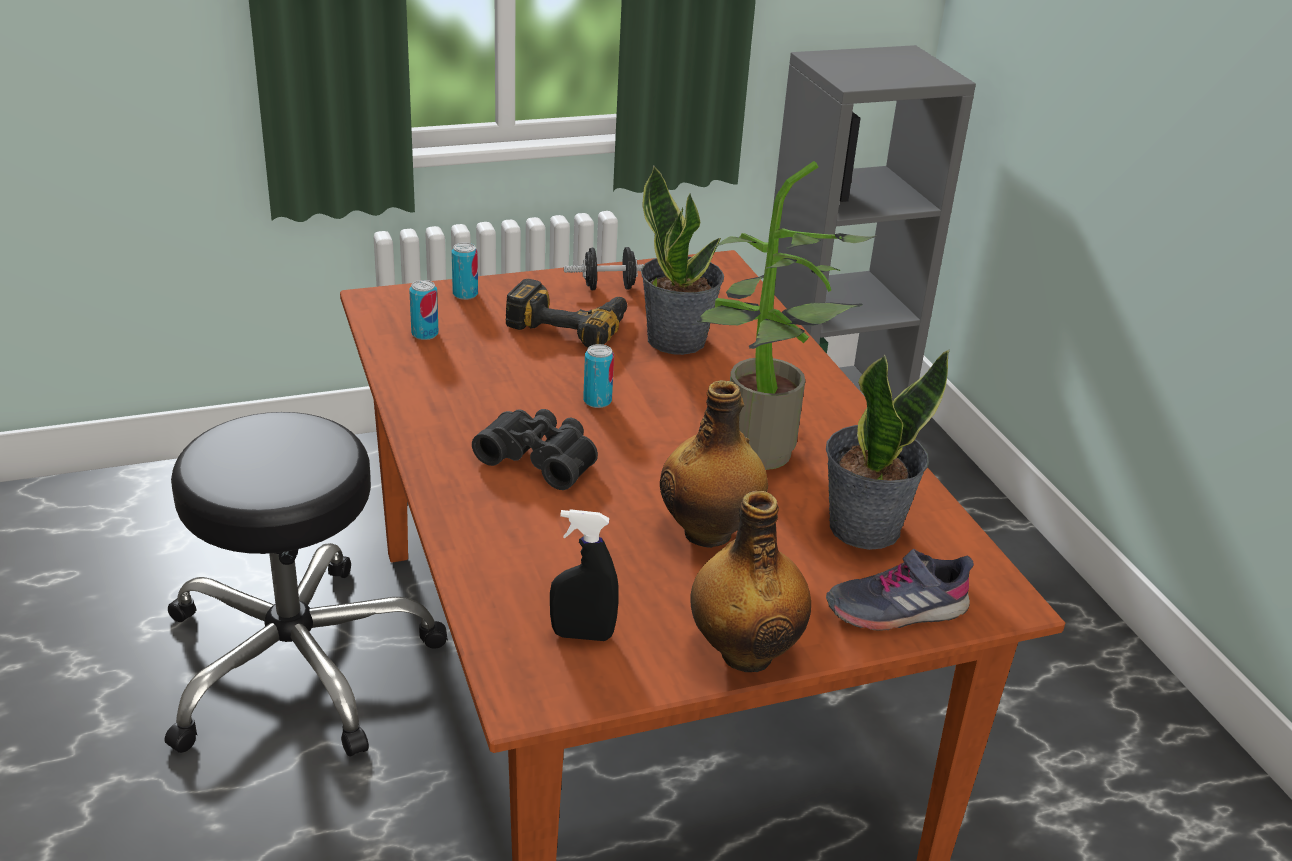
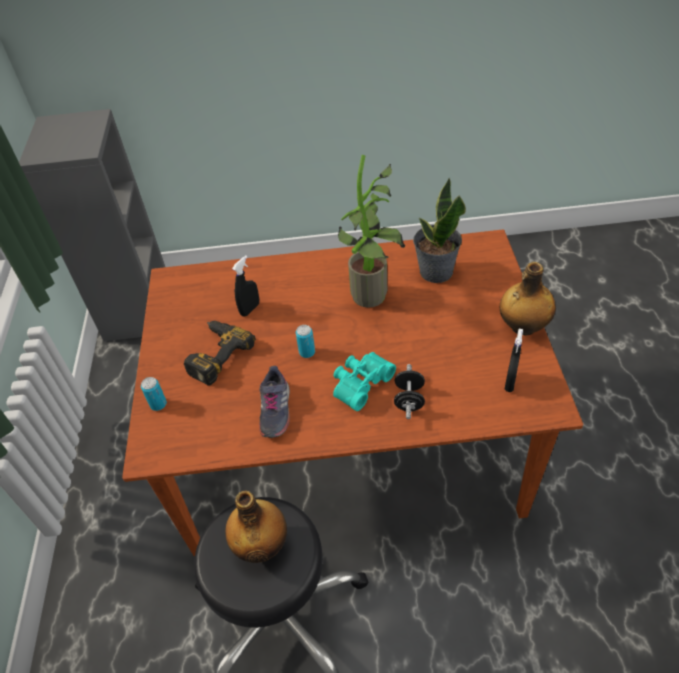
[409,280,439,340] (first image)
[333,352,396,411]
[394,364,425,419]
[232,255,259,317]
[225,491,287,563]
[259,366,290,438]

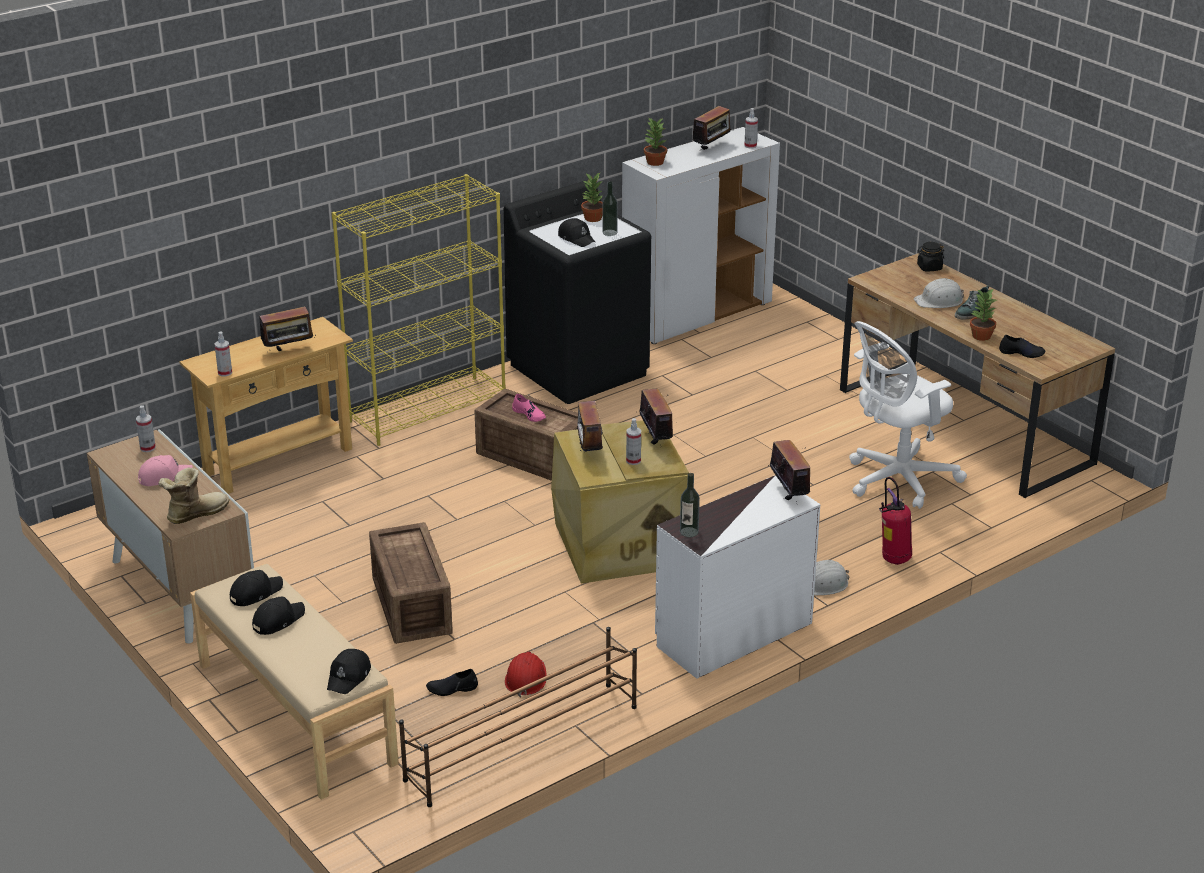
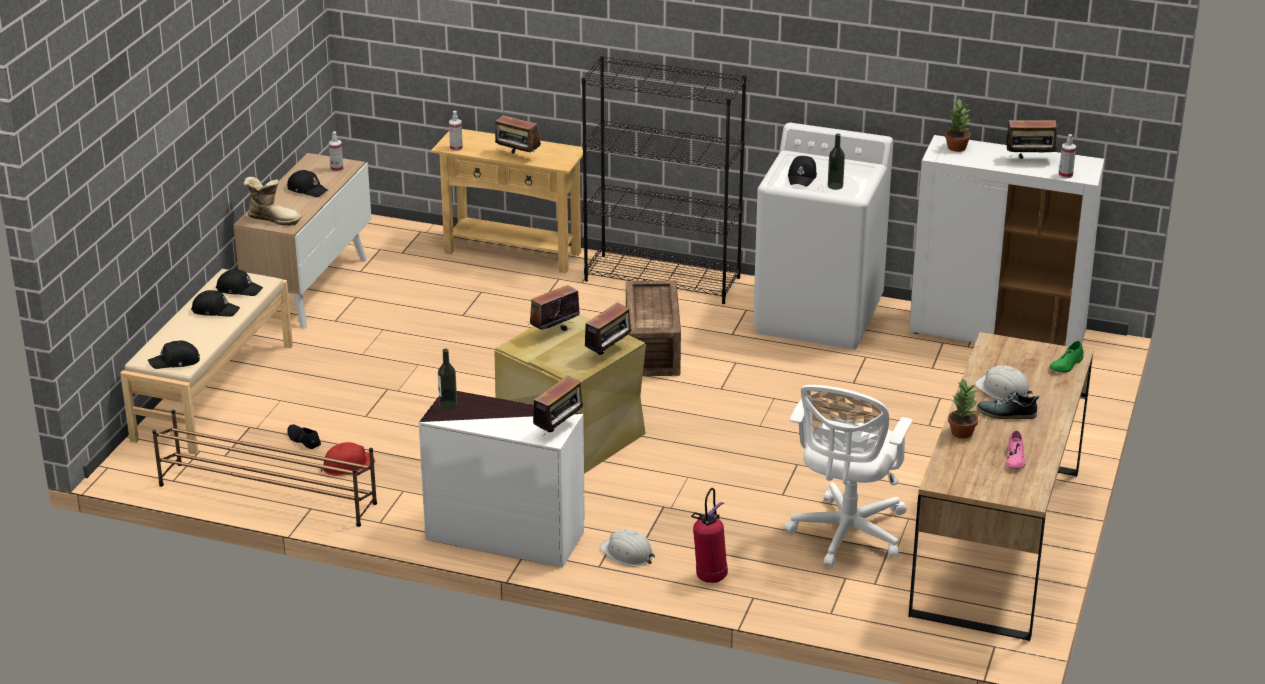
[287,170,328,197]
[582,56,746,304]
[369,522,453,644] (first image)
[753,123,893,350]
[1005,430,1026,469]
[581,173,603,222] (first image)
[626,418,641,465] (first image)
[784,385,913,567]
[1049,341,1084,372]
[999,335,1046,358] (first image)

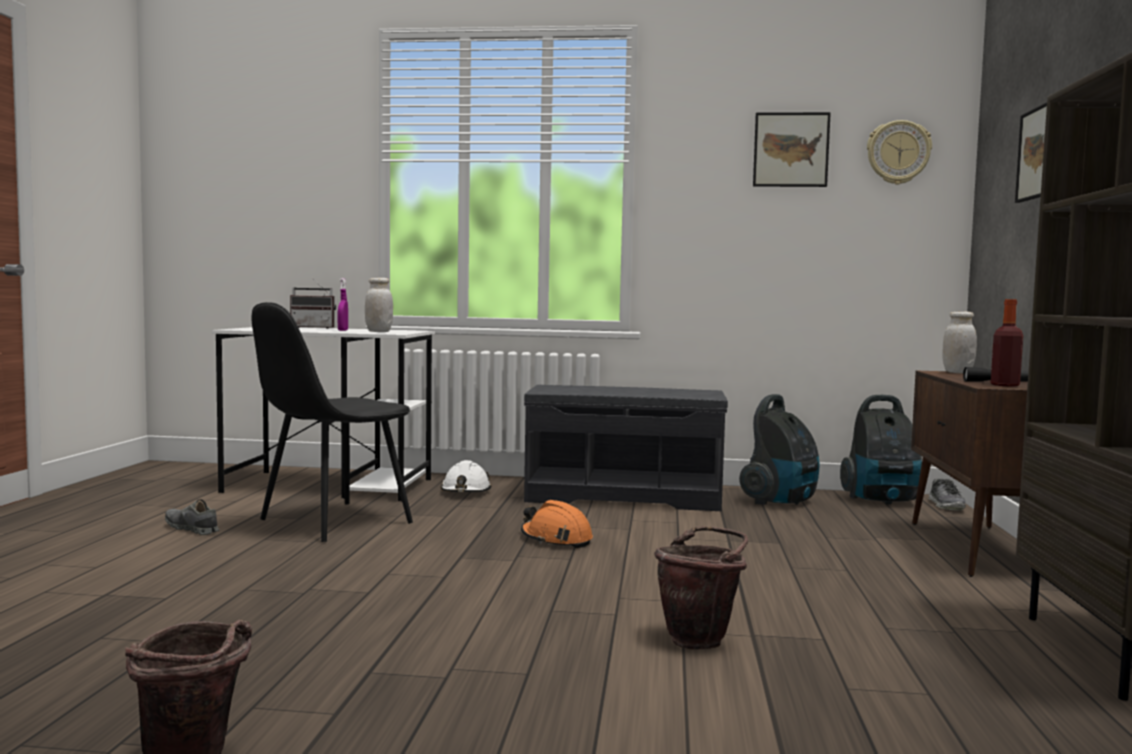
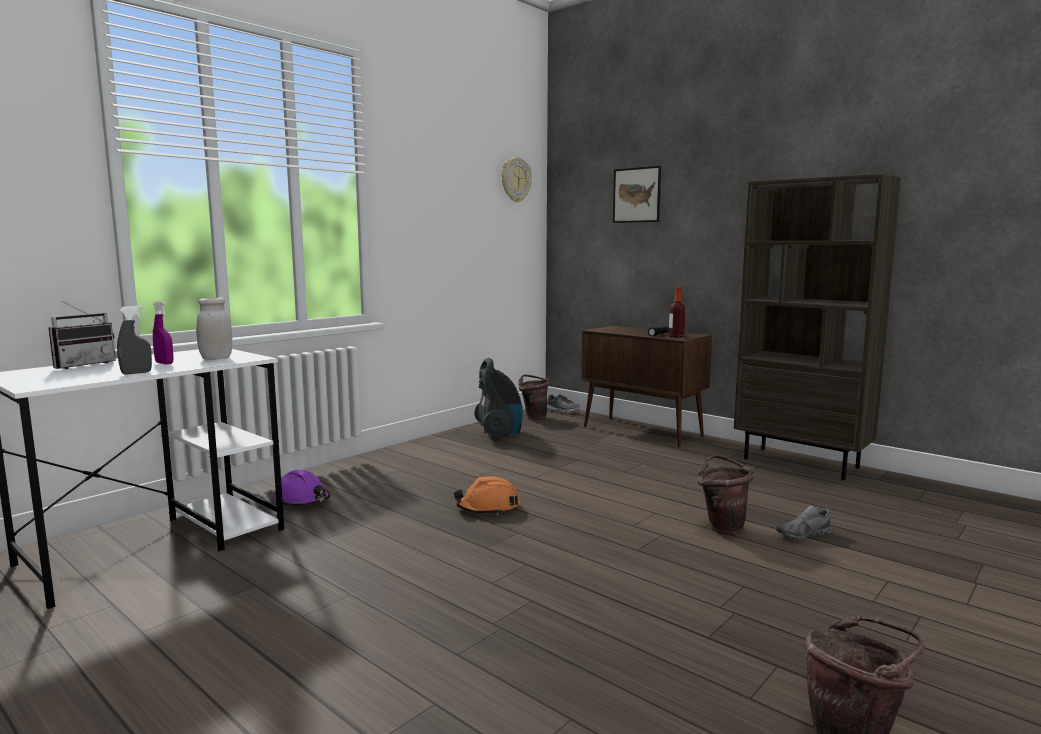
[776,505,832,540]
[251,302,413,542] (first image)
[274,470,330,506]
[524,385,728,511] (first image)
[753,112,831,187] (first image)
[519,375,550,419]
[942,312,977,373] (first image)
[117,306,152,375]

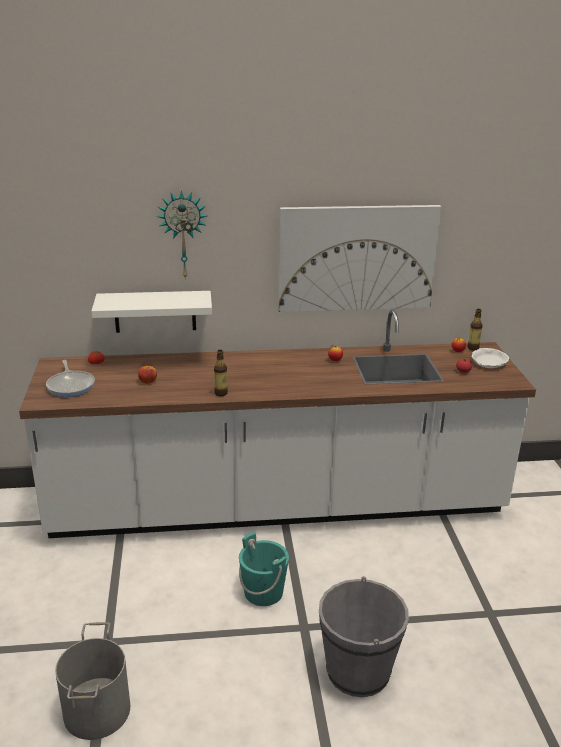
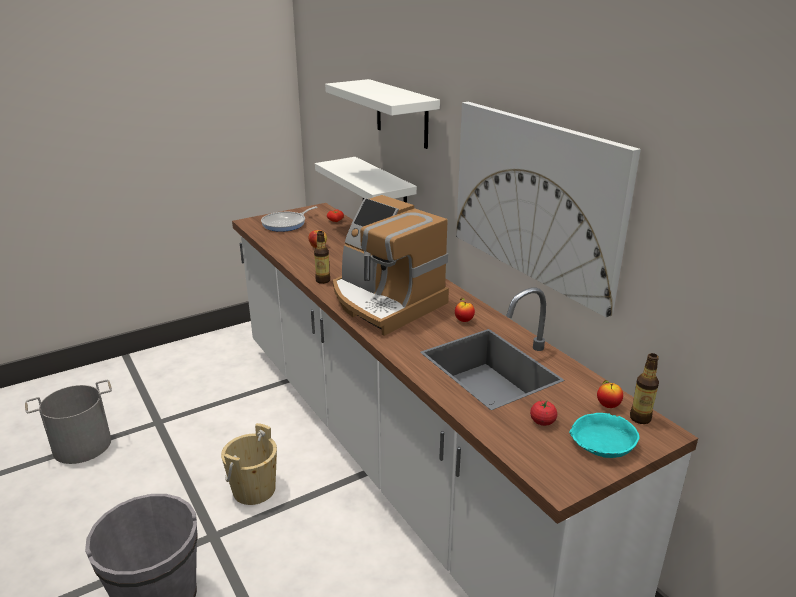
[325,79,440,149]
[221,423,277,505]
[569,413,639,458]
[333,195,449,336]

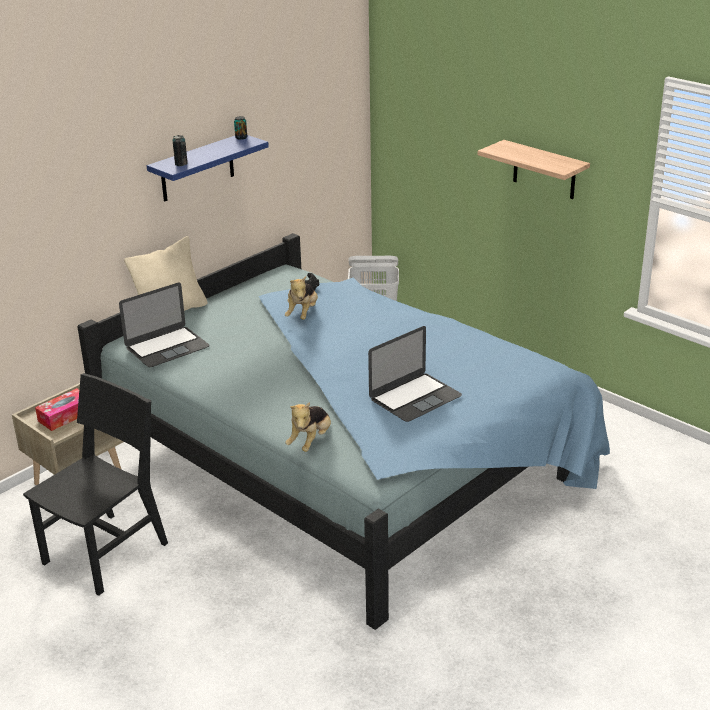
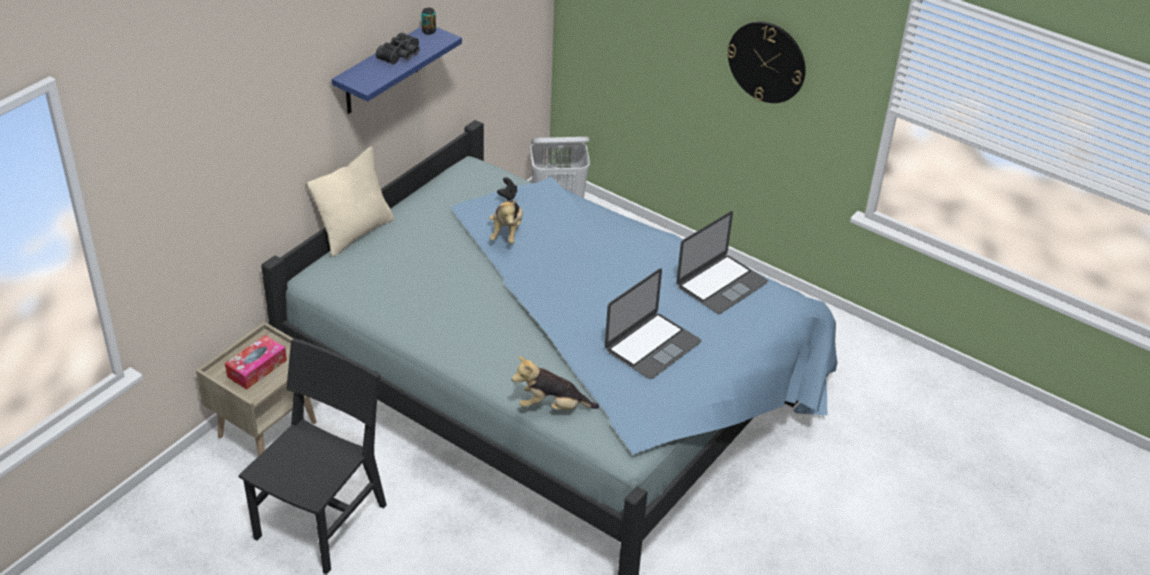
[676,211,768,314]
[172,135,188,166] (first image)
[512,356,599,410]
[727,21,806,103]
[376,32,419,65]

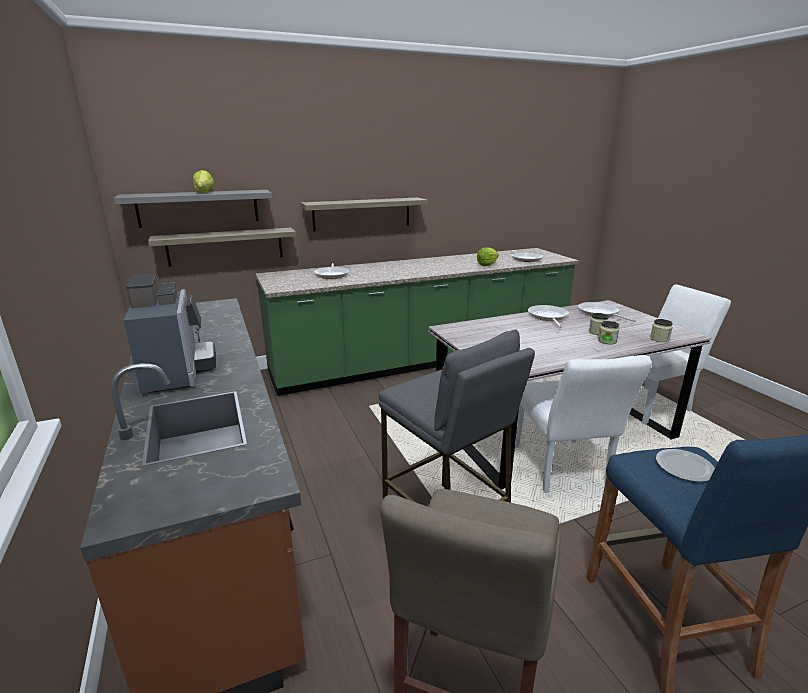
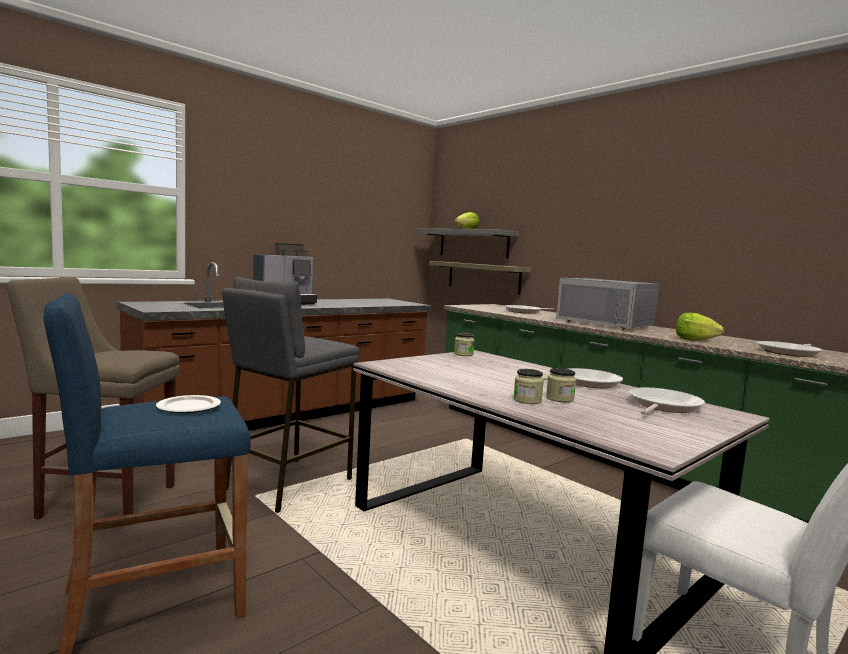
[301,197,428,231] (first image)
[515,355,652,493] (first image)
[454,333,474,356]
[556,278,659,330]

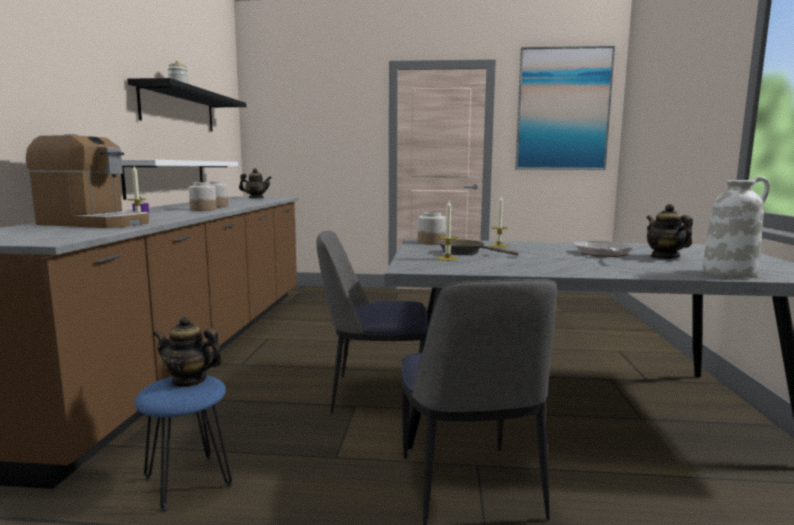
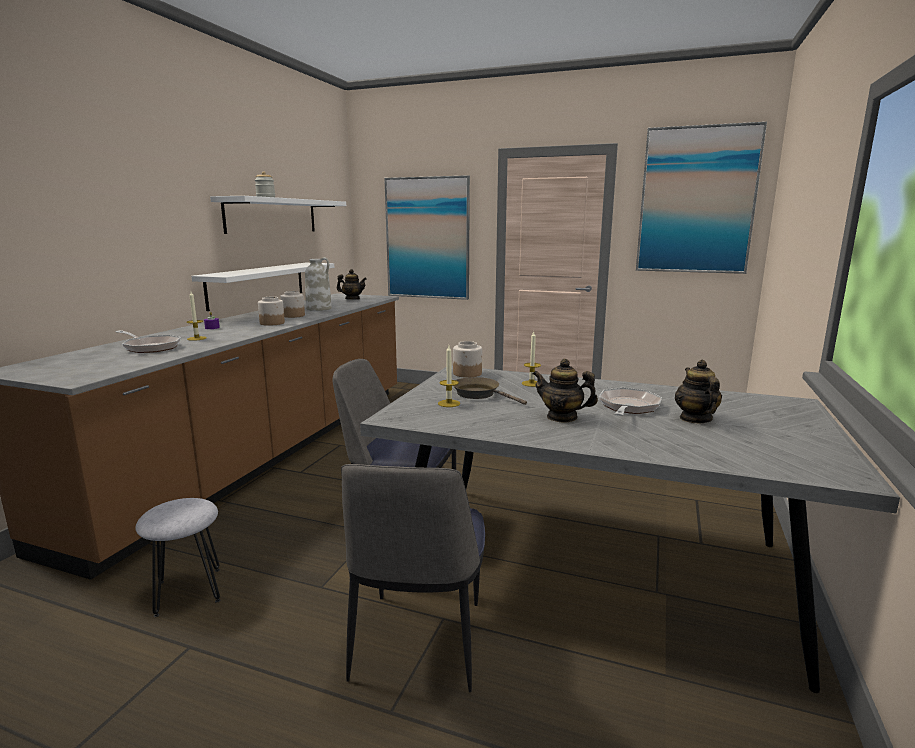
[116,330,181,353]
[210,196,346,234]
[135,498,221,617]
[533,359,598,423]
[305,257,332,311]
[384,175,470,300]

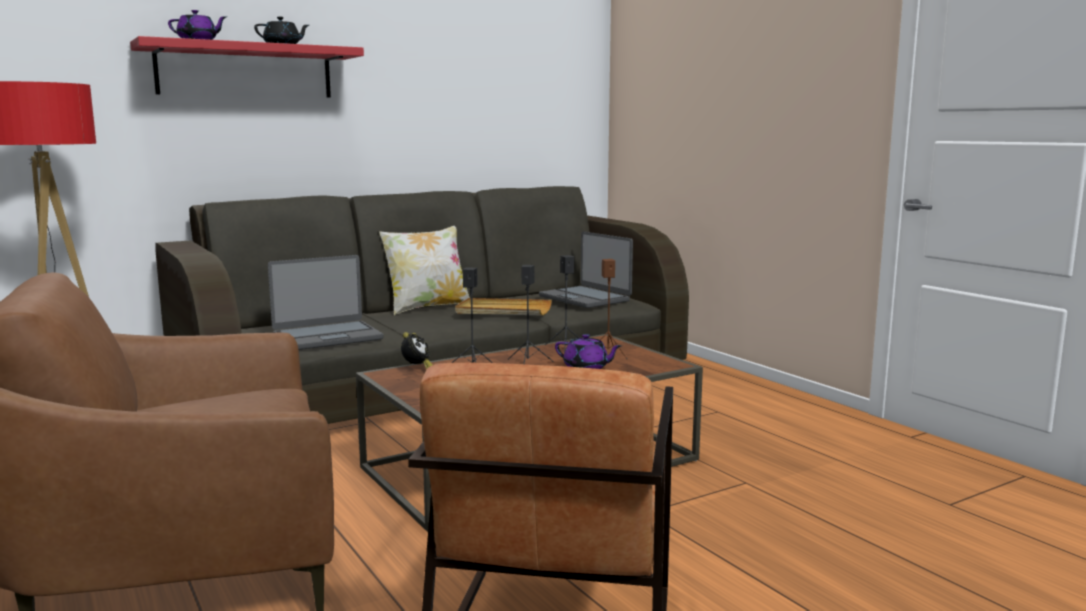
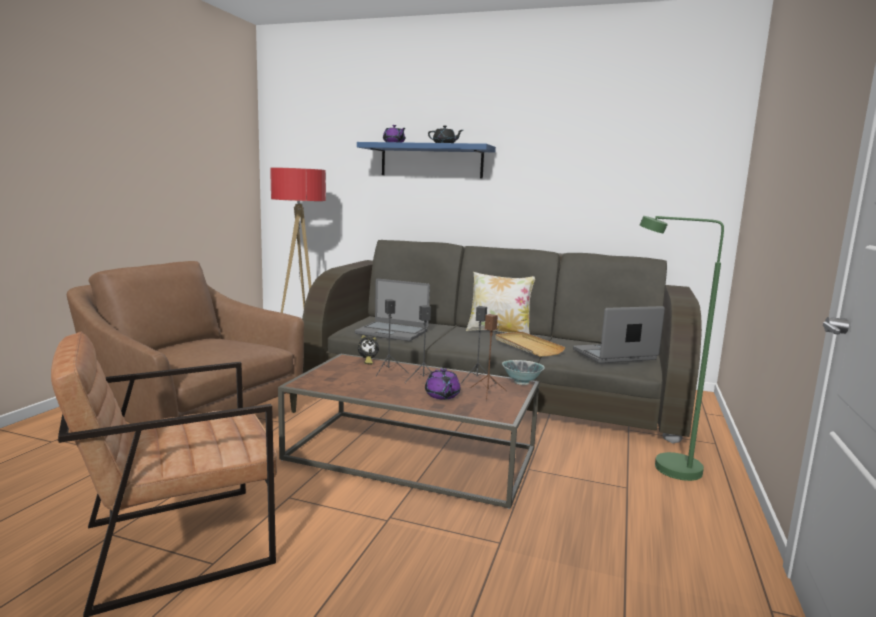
[357,142,496,178]
[573,306,665,363]
[502,360,545,385]
[640,216,724,481]

